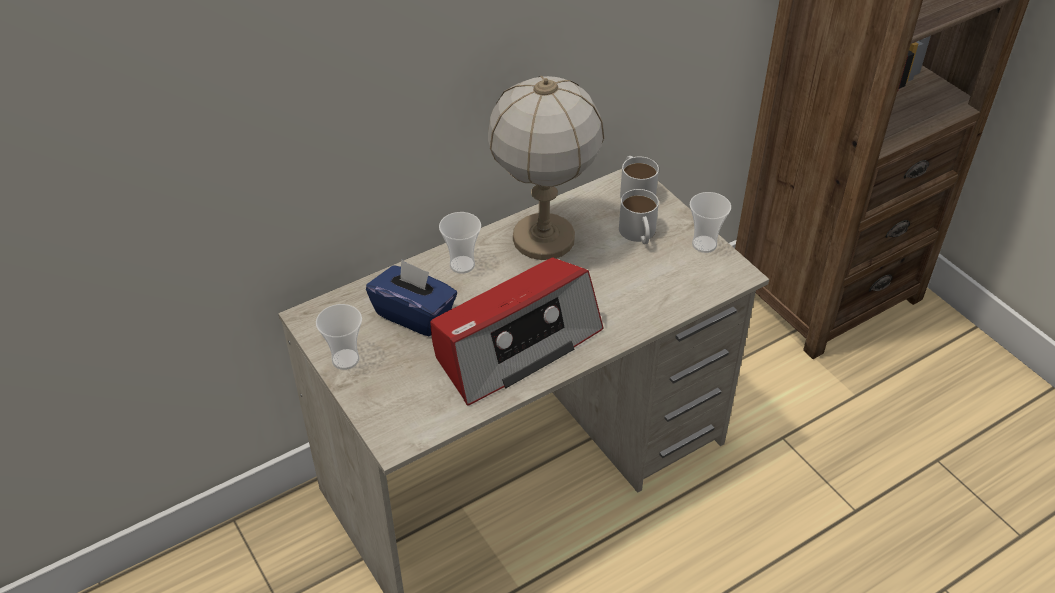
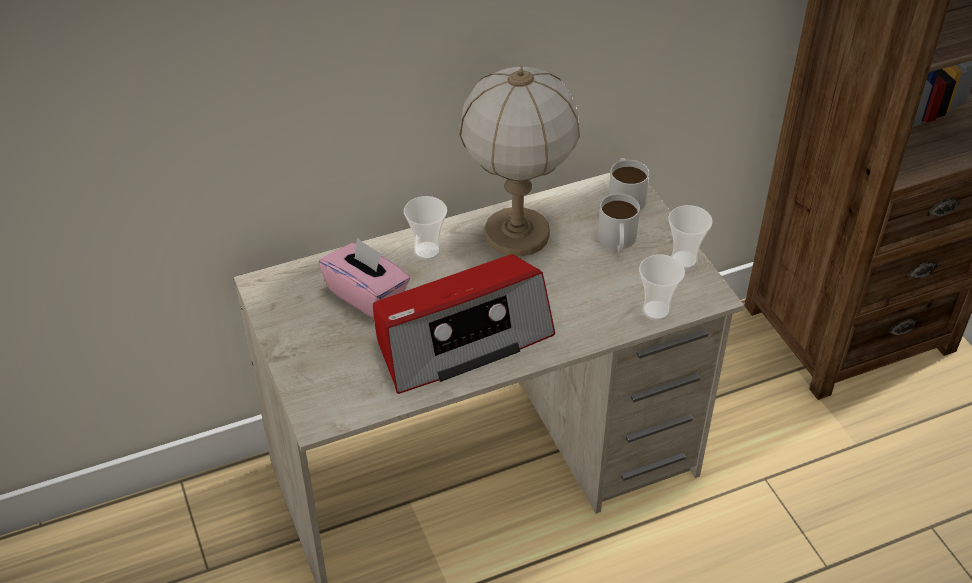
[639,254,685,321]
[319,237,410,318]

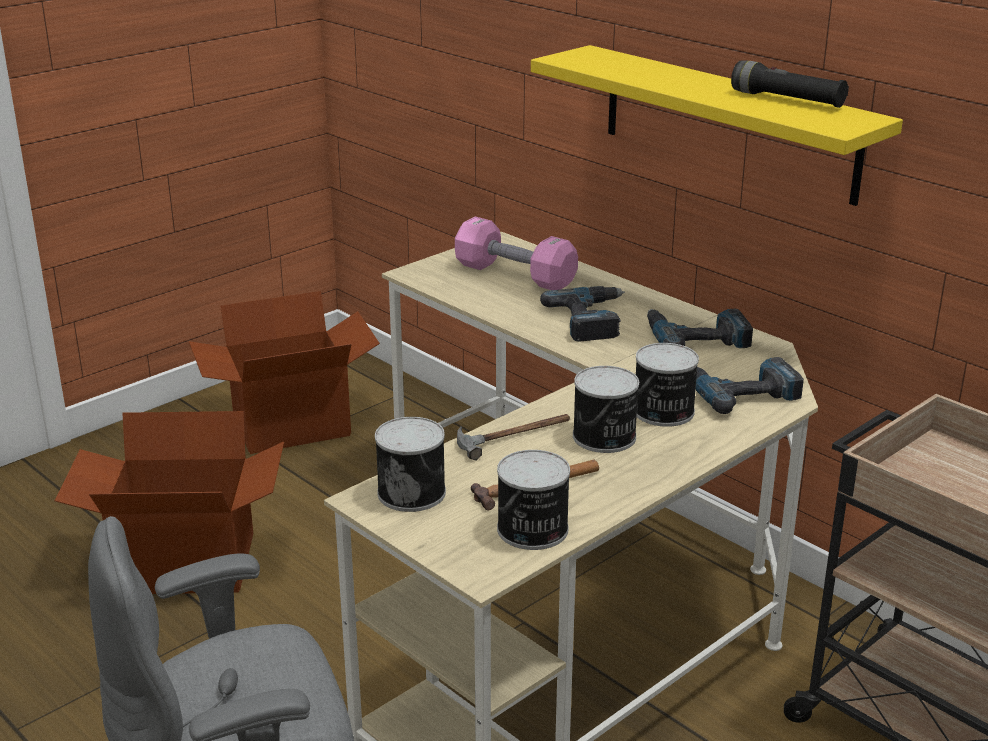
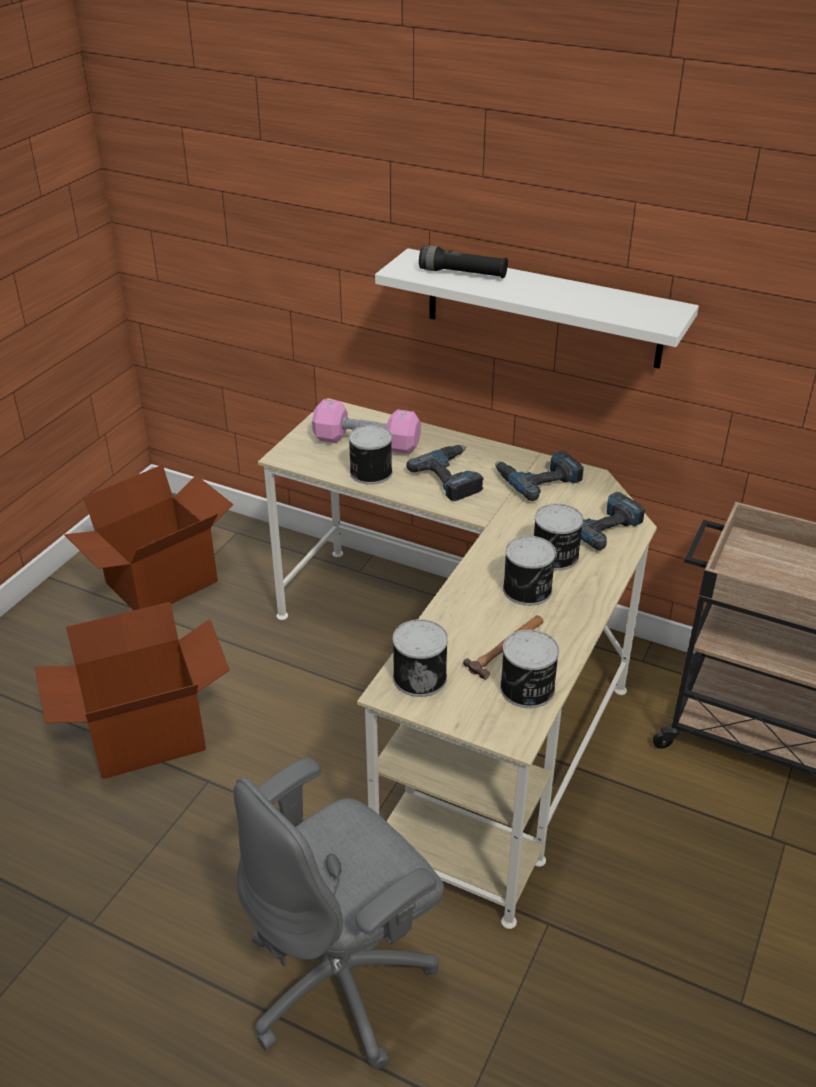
[457,414,570,460] (first image)
[375,248,699,369]
[419,246,508,278]
[349,425,393,485]

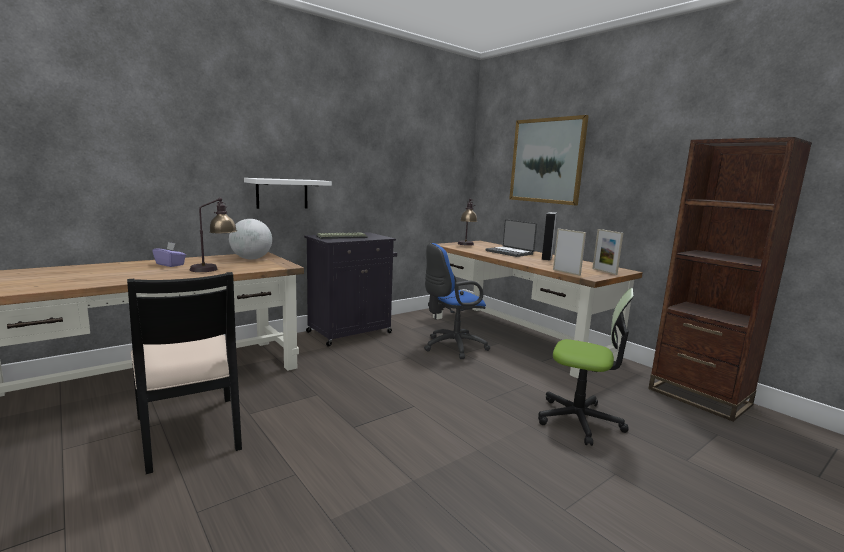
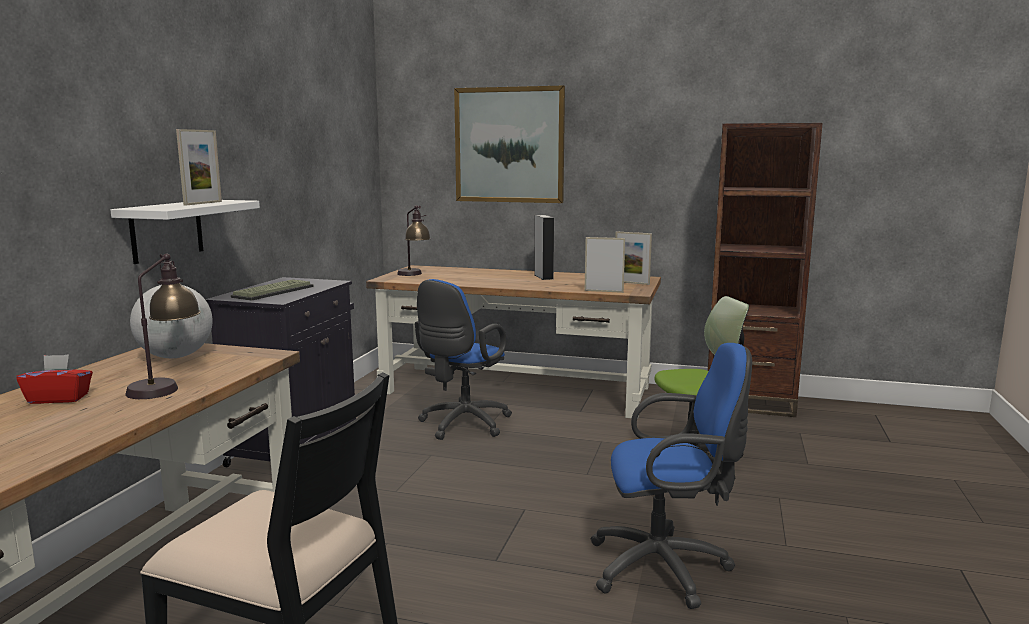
[16,354,93,404]
[485,219,537,257] (first image)
[176,129,222,205]
[590,343,752,609]

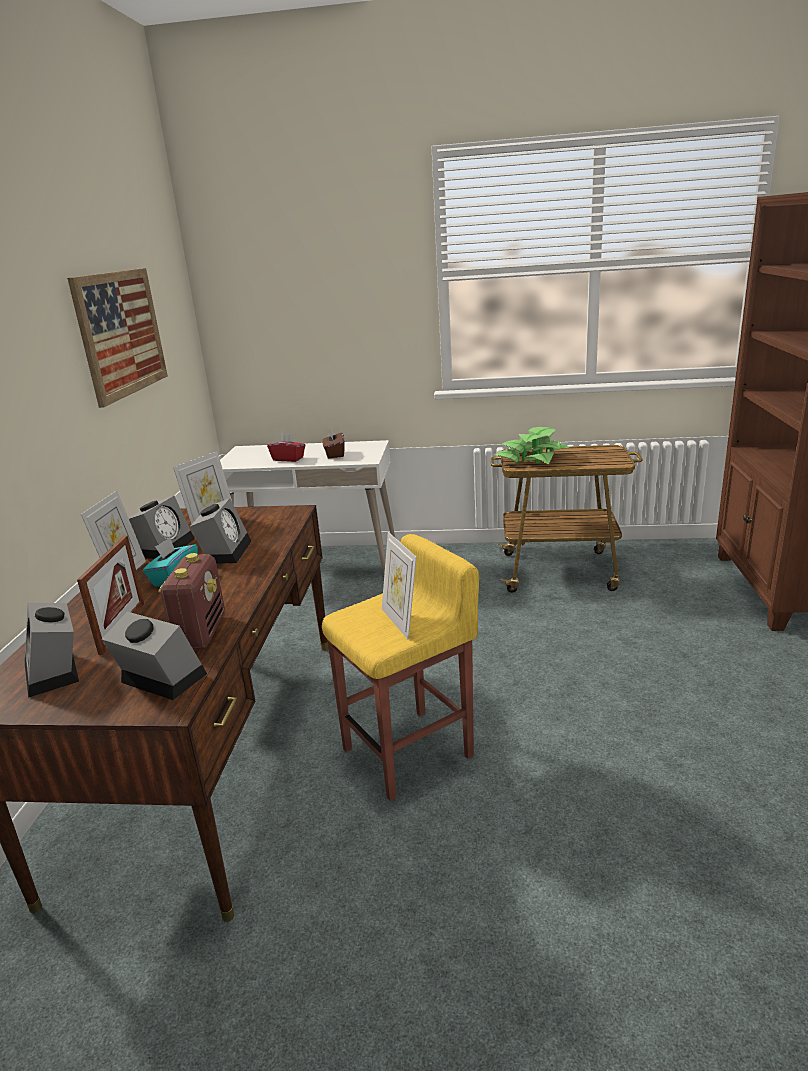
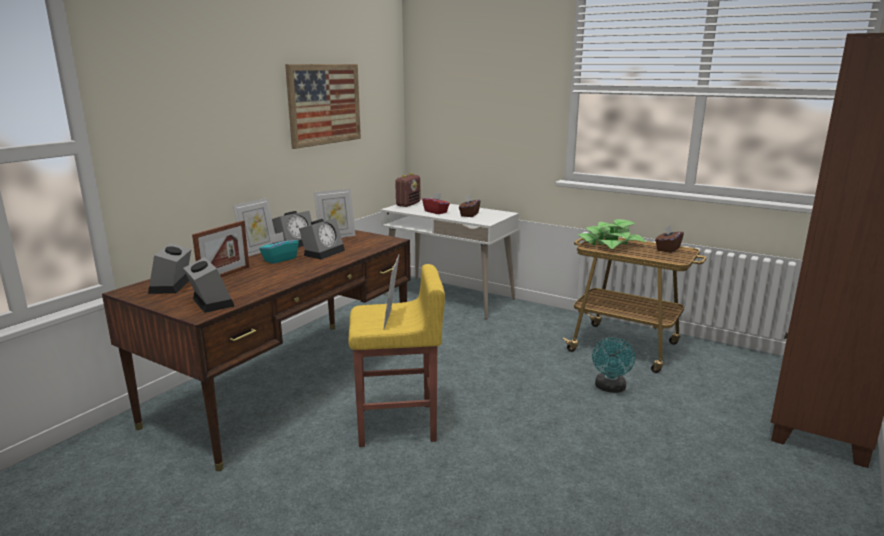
[395,173,421,207]
[592,338,635,393]
[655,225,684,253]

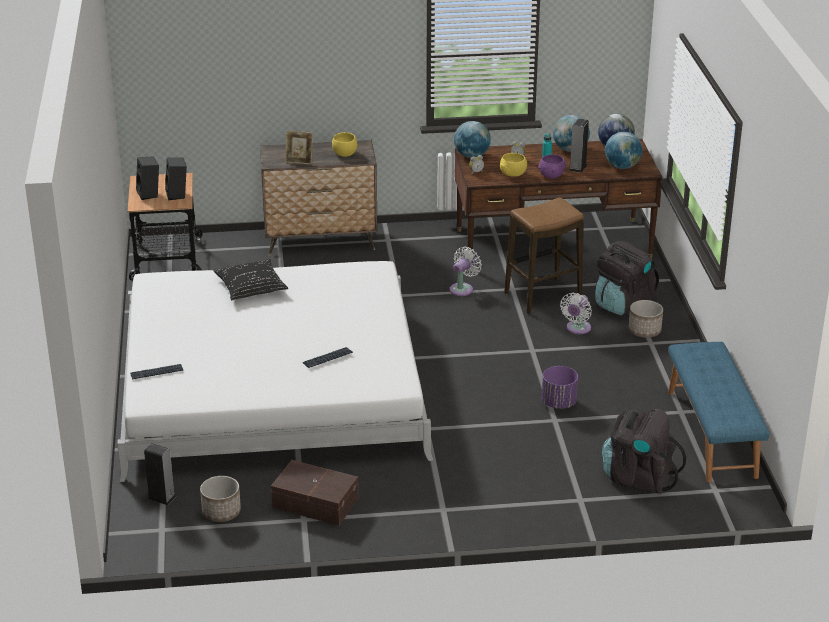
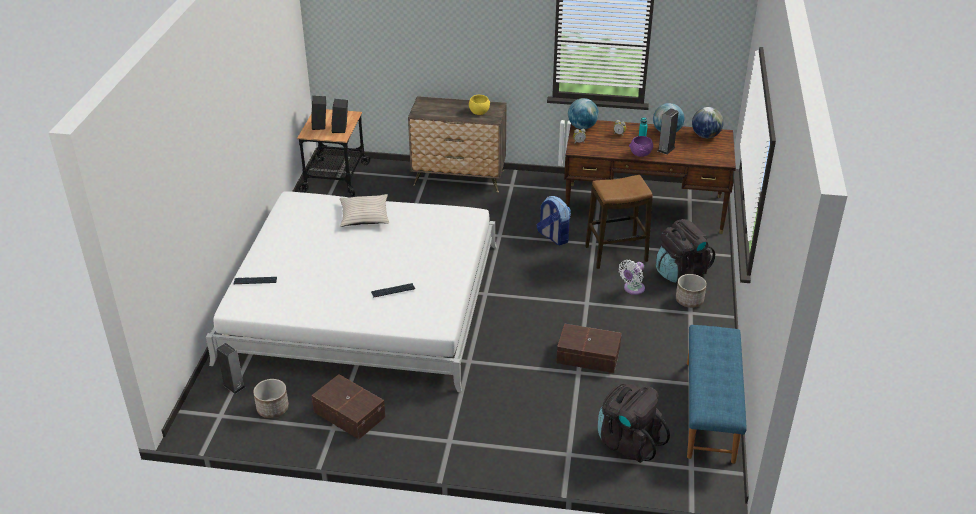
[340,194,389,227]
[285,130,313,165] (first image)
[537,196,571,245]
[500,153,527,177] (first image)
[556,324,622,373]
[605,132,642,169] (first image)

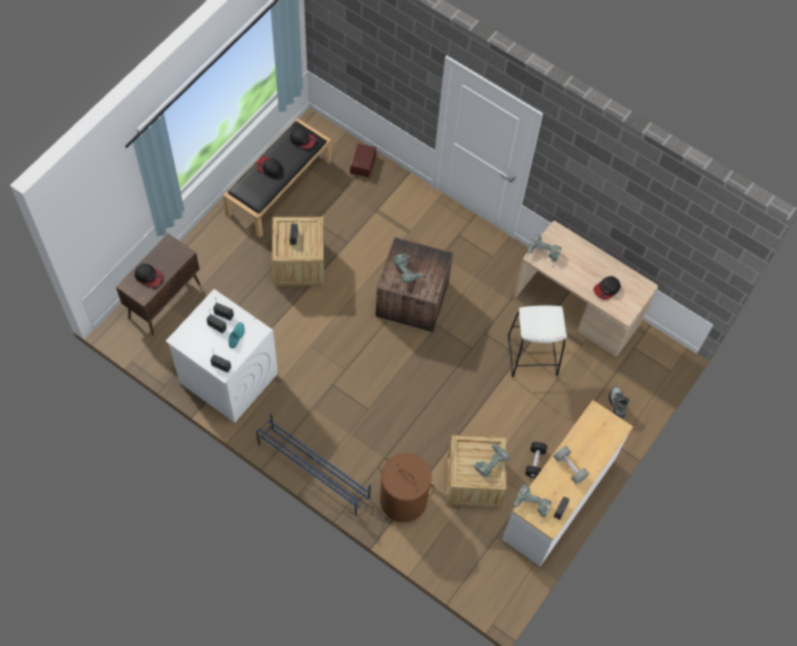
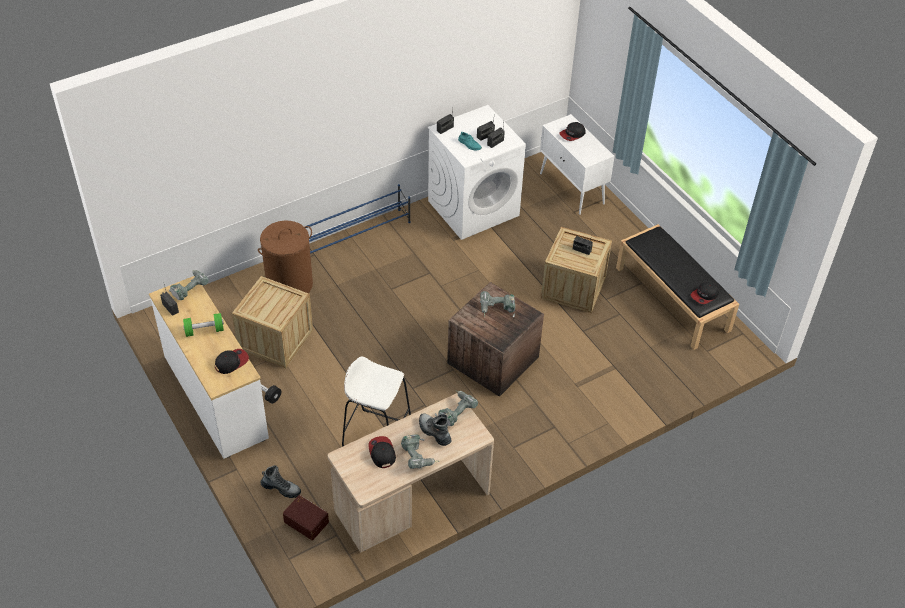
[540,114,615,215]
[215,349,249,374]
[283,495,329,541]
[401,434,439,469]
[183,313,224,337]
[419,413,452,446]

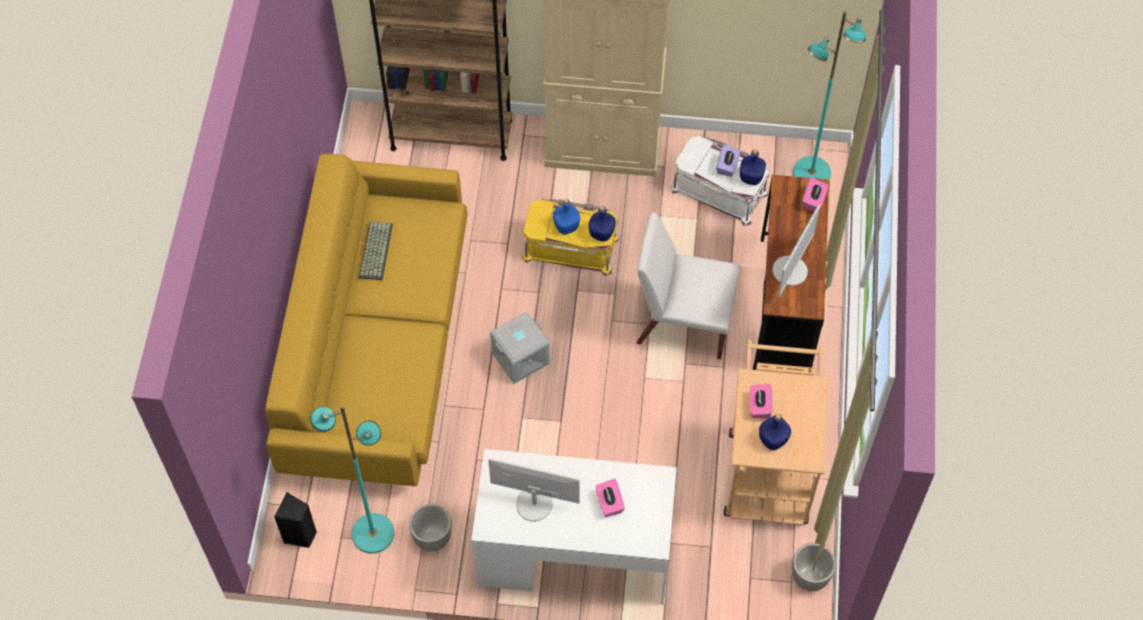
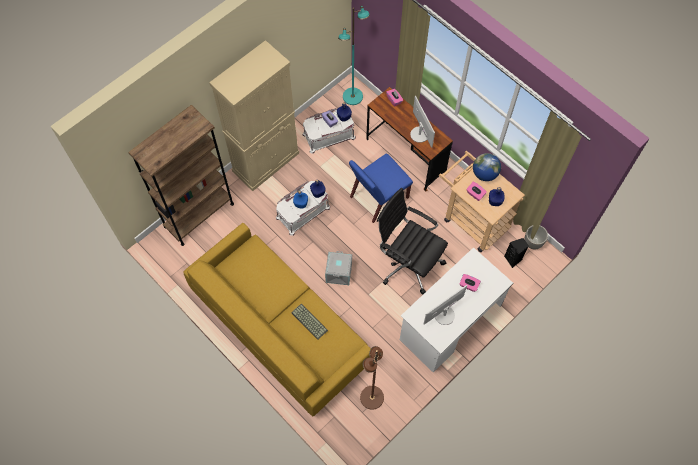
[504,238,529,268]
[360,346,384,410]
[291,304,328,340]
[409,504,452,552] (first image)
[276,181,330,236]
[349,153,413,223]
[377,188,448,295]
[473,153,501,181]

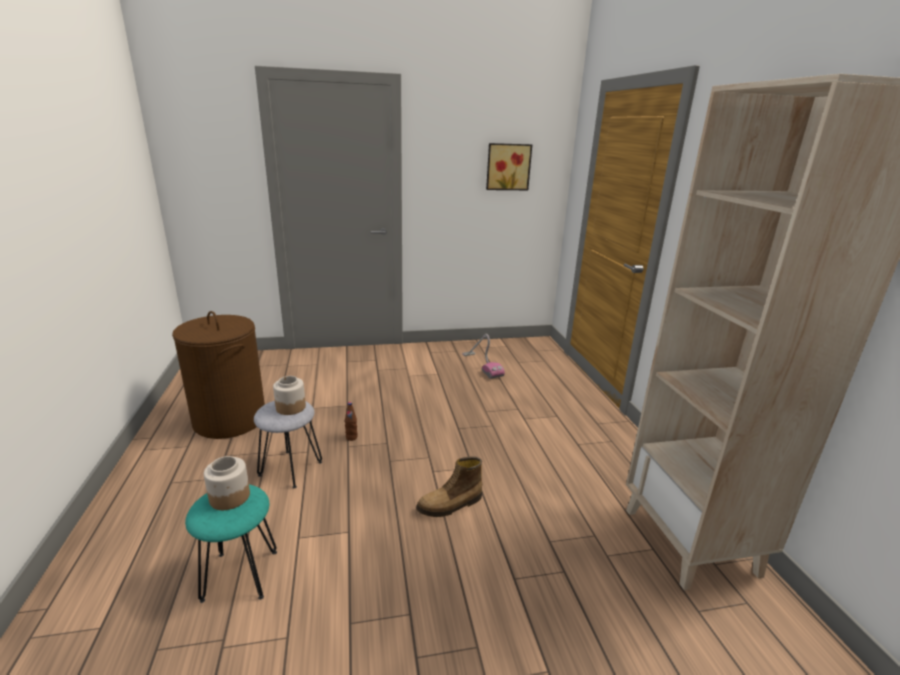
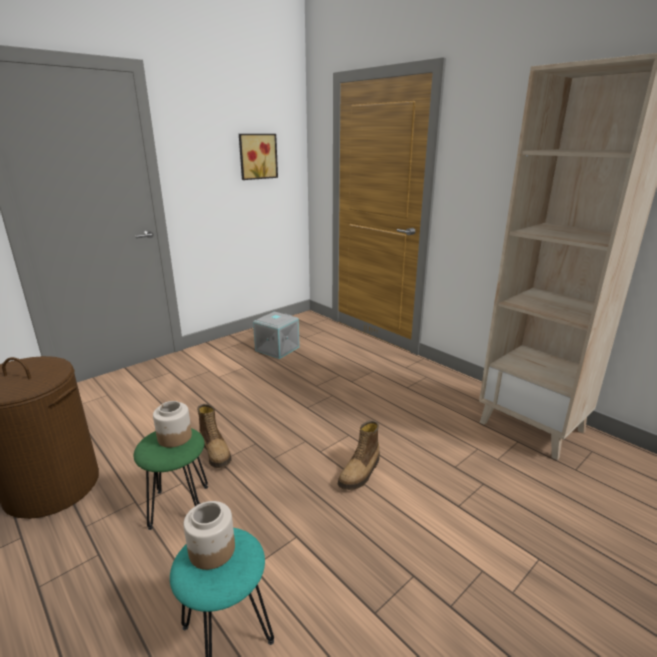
[134,428,208,530]
[197,404,232,468]
[253,311,300,359]

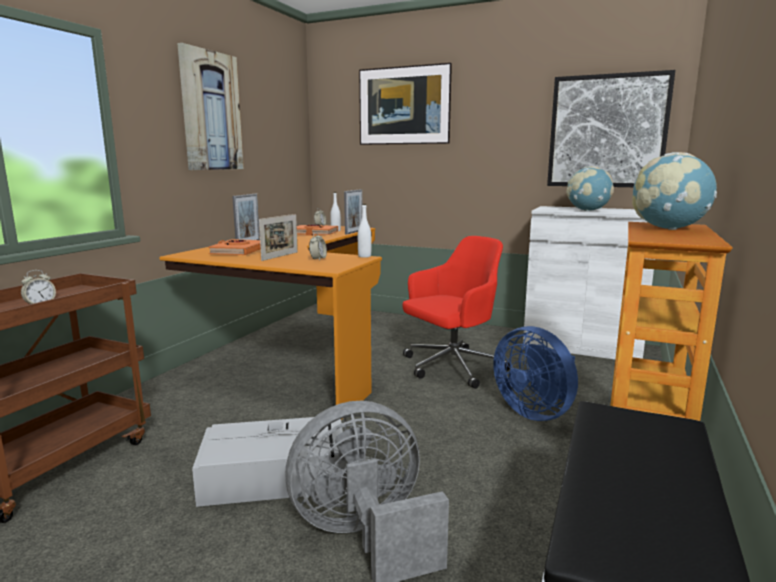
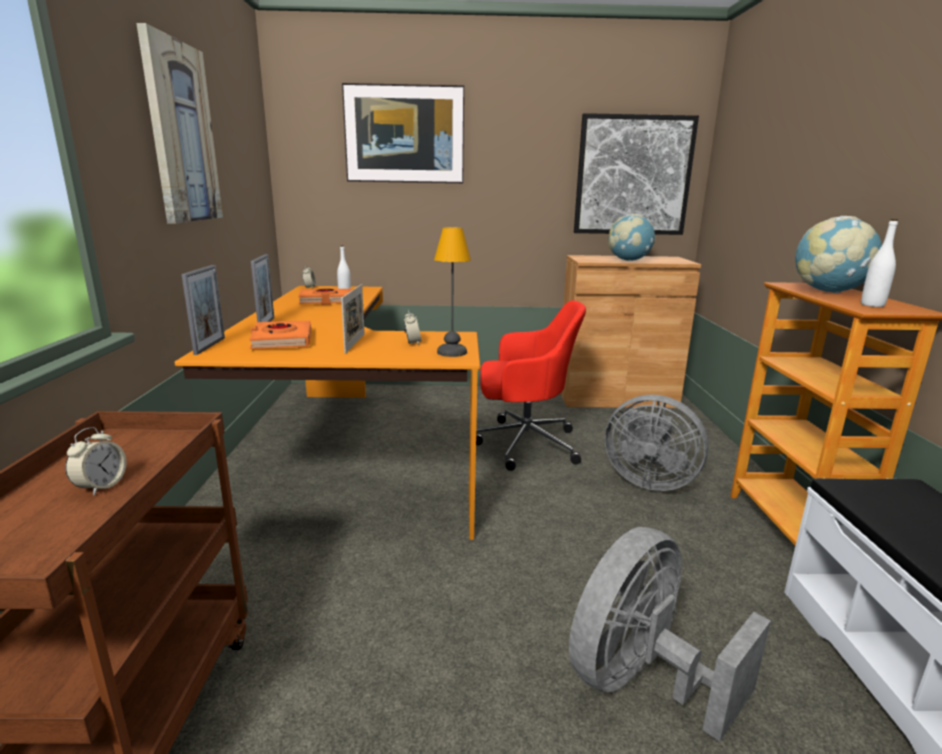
[192,417,346,507] (first image)
[182,265,225,355]
[861,219,898,307]
[476,300,586,471]
[605,394,709,491]
[560,255,701,408]
[434,227,471,357]

